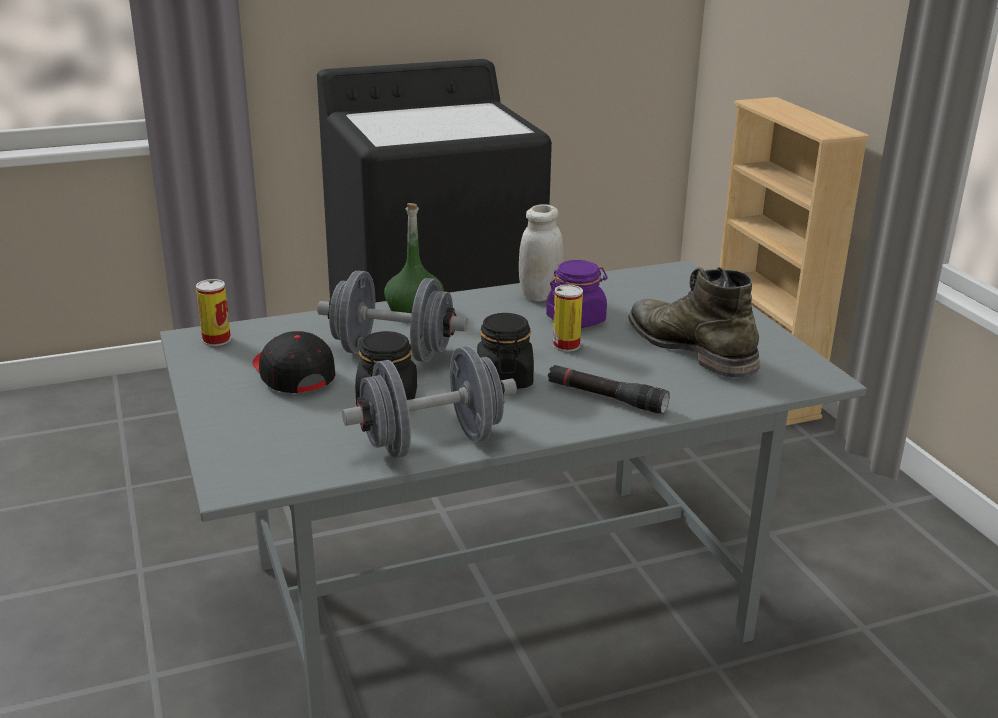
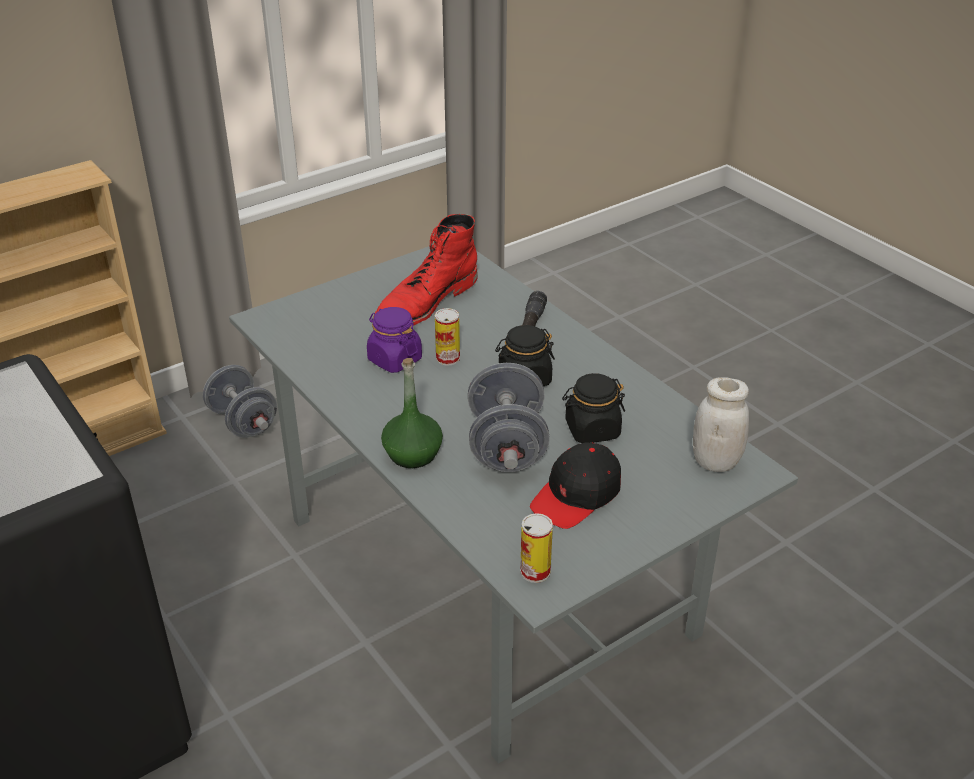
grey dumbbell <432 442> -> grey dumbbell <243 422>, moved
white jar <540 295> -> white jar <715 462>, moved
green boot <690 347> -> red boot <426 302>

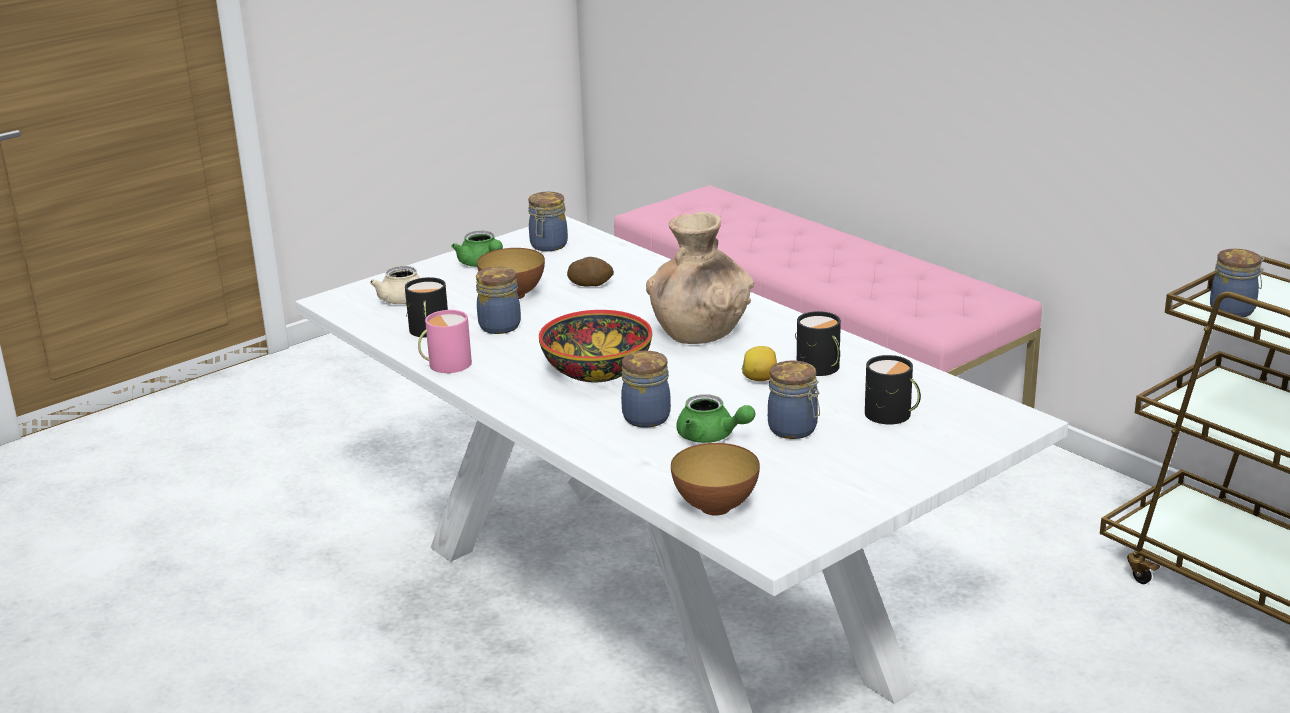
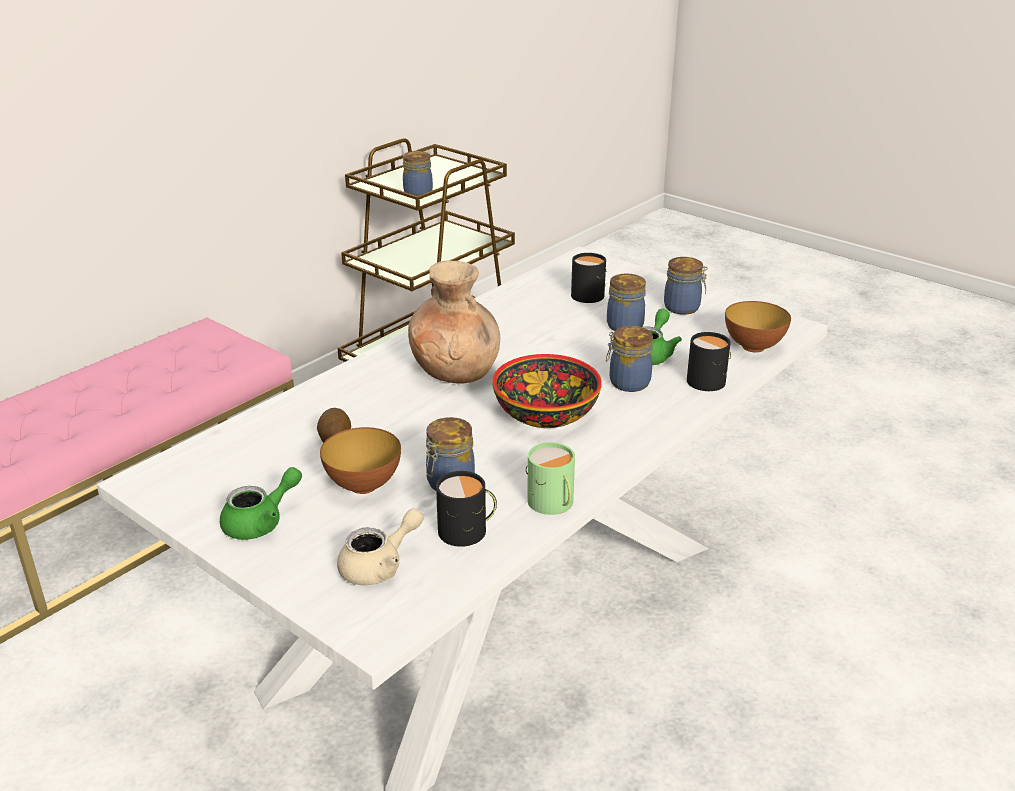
lemon <760 379> -> none
jar <548 246> -> jar <683 308>, moved
black mug <820 368> -> black mug <709 380>, moved
pink mug <445 364> -> green mug <552 503>

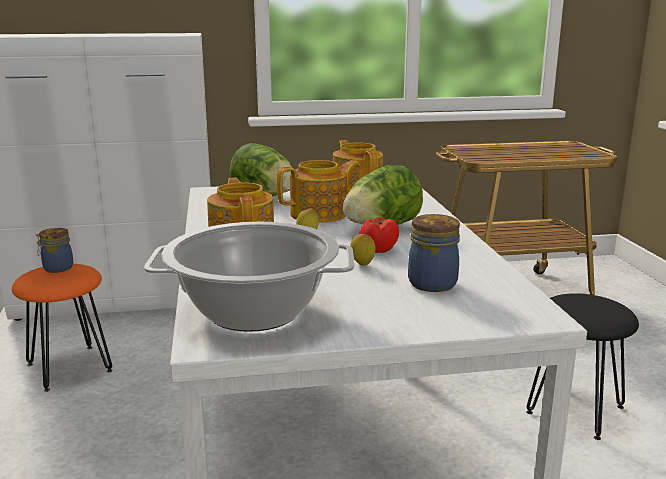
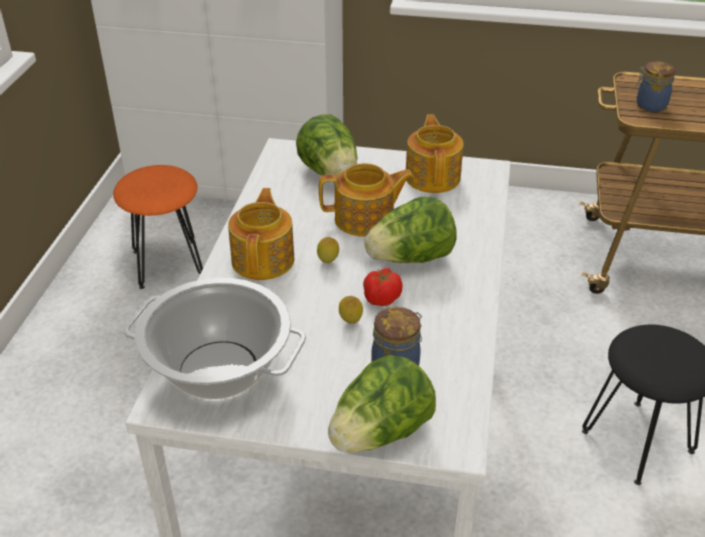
none -> lettuce <380 433>
jar <57 268> -> jar <649 105>, moved

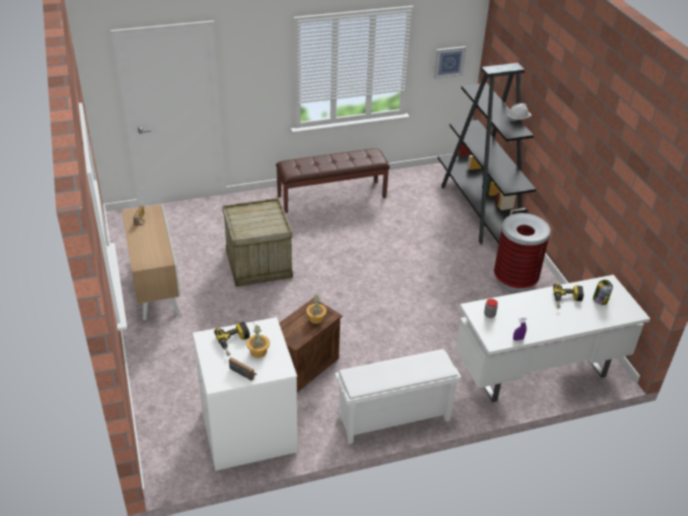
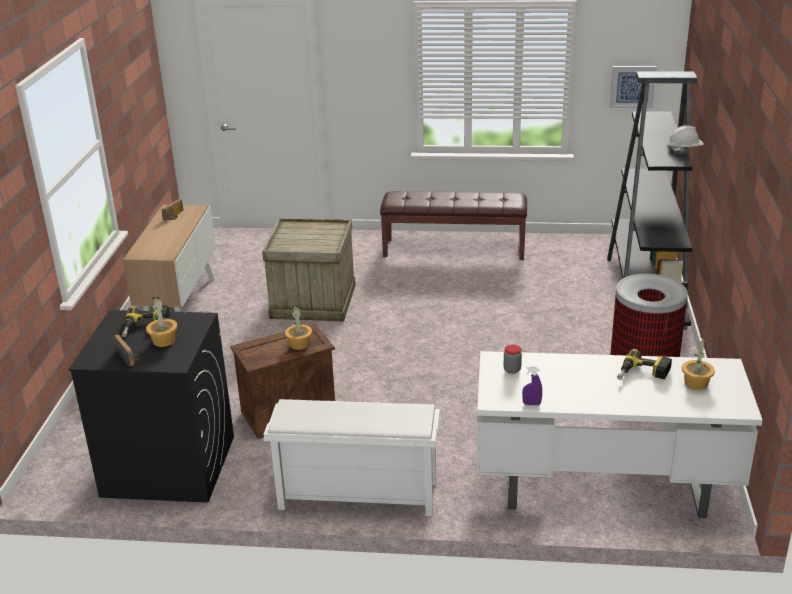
jar <600 299> -> potted plant <695 383>
white washing machine <247 431> -> black washing machine <167 466>

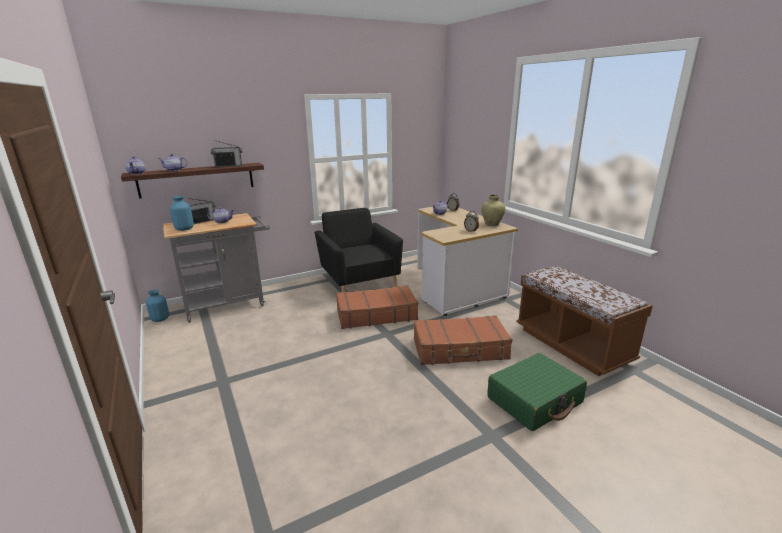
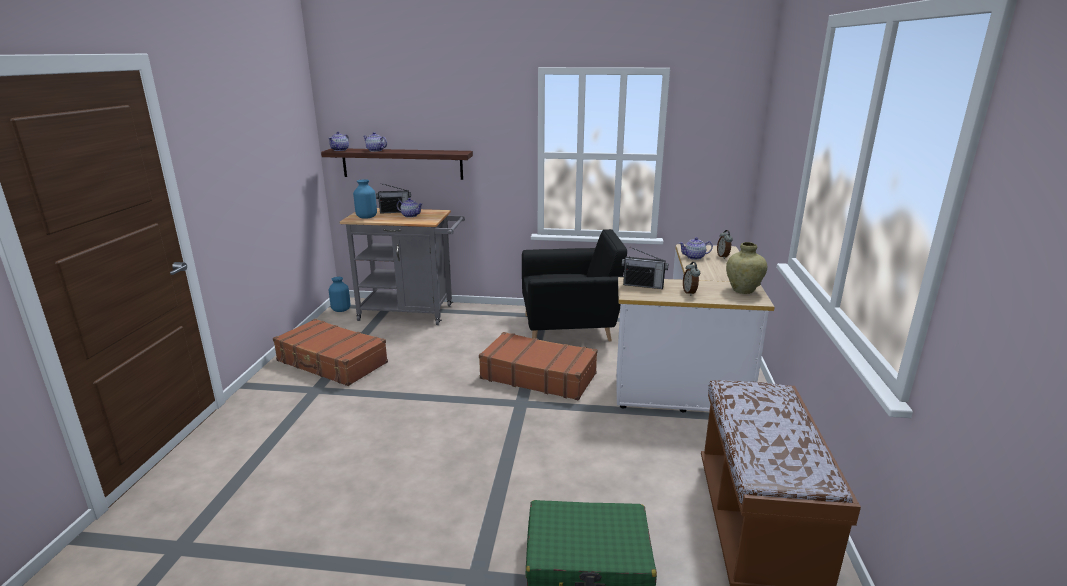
radio <228 166> -> radio <643 285>, moved
brown suitcase <460 349> -> brown suitcase <331 362>, moved
black armchair <359 282> -> black armchair <570 329>, 75 degrees clockwise

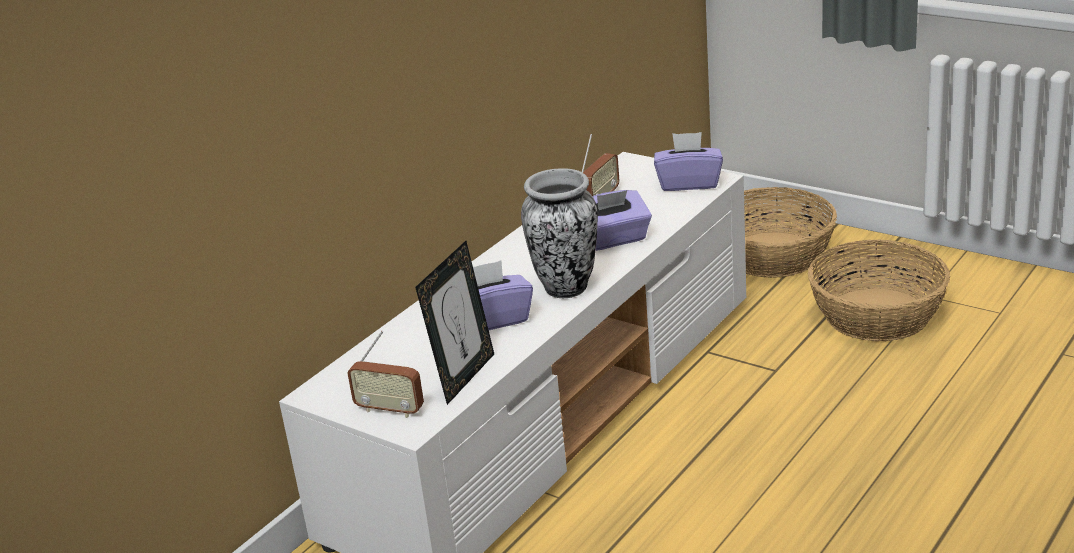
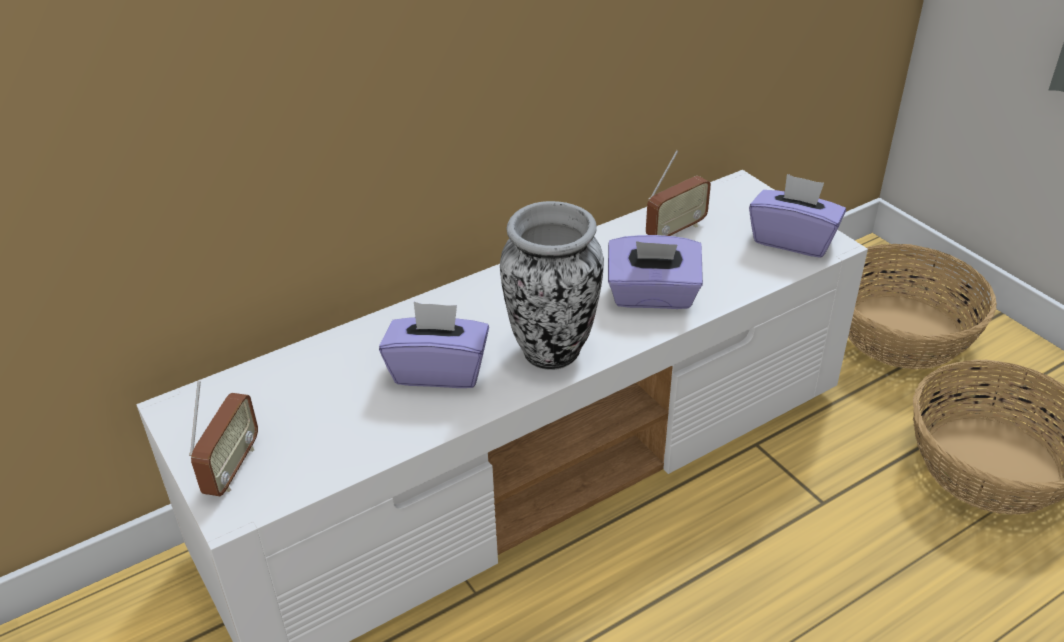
picture frame <464 377> -> none
radio <390 410> -> radio <232 468>, 120 degrees counterclockwise

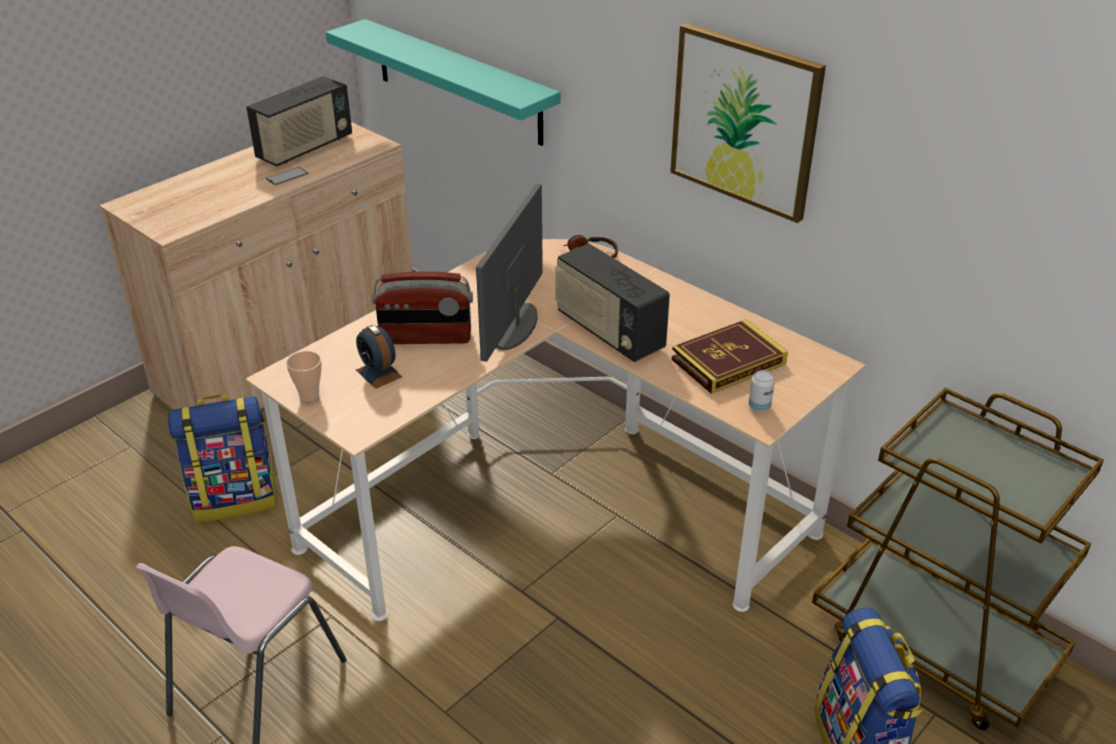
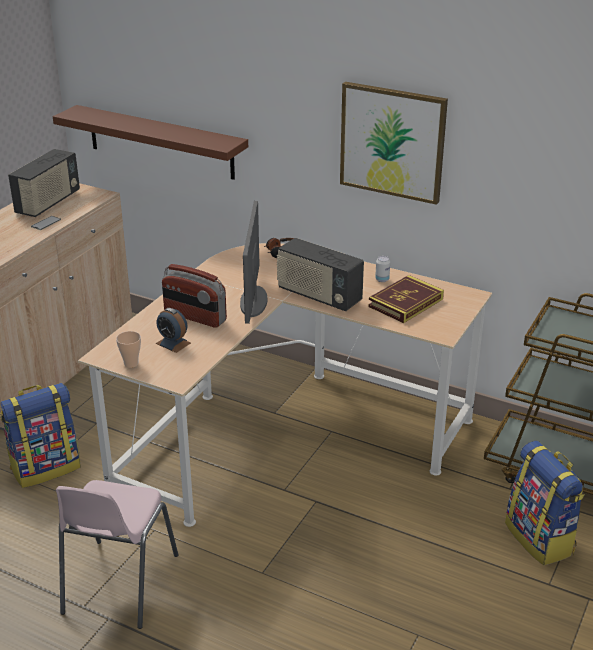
can <759 406> -> can <382 279>, moved
turquoise shelf <458 82> -> brown shelf <160 142>
radio <426 338> -> radio <195 317>, 45 degrees clockwise

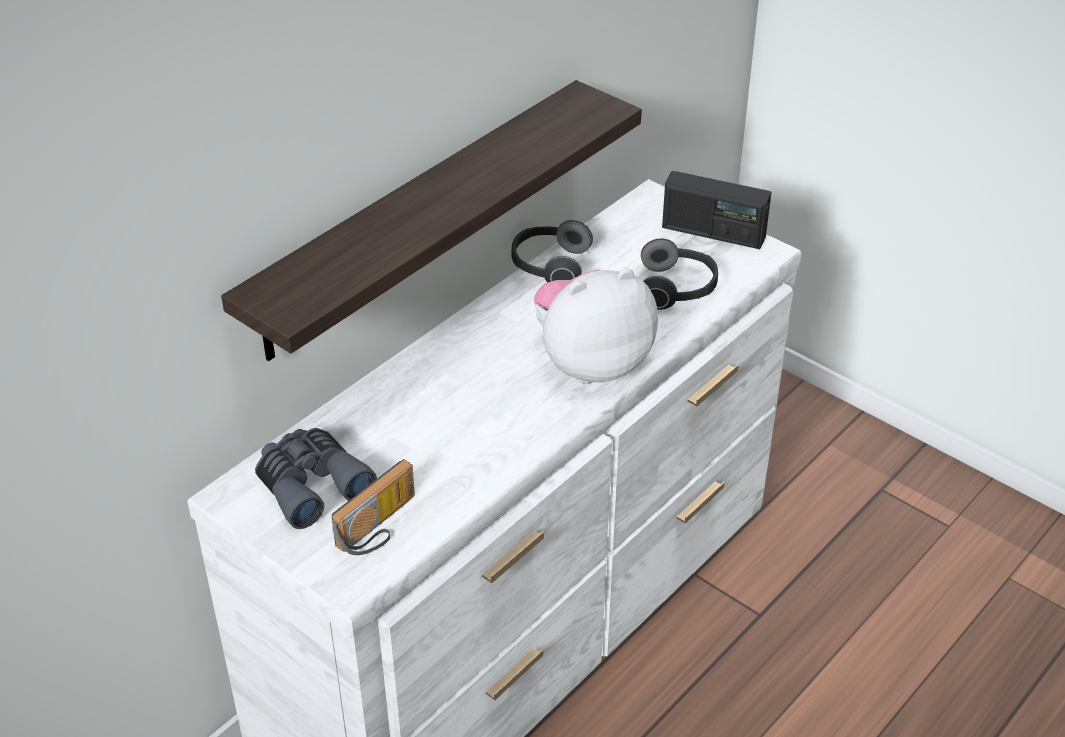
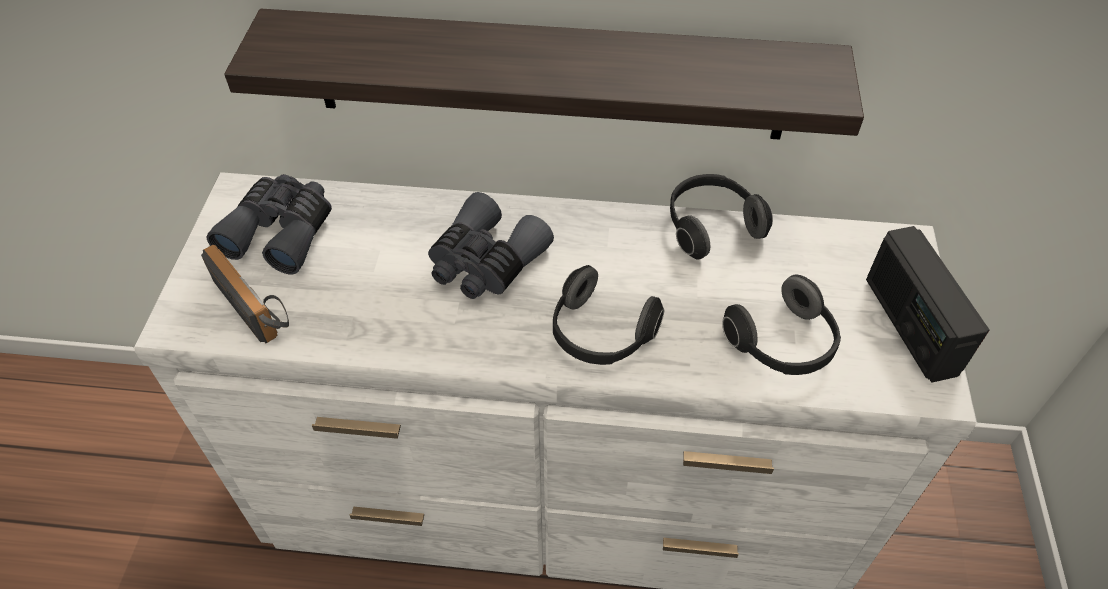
none -> grey binoculars <485 262>
plush toy <591 363> -> headphones <600 335>
radio <380 527> -> radio <257 305>, 135 degrees counterclockwise

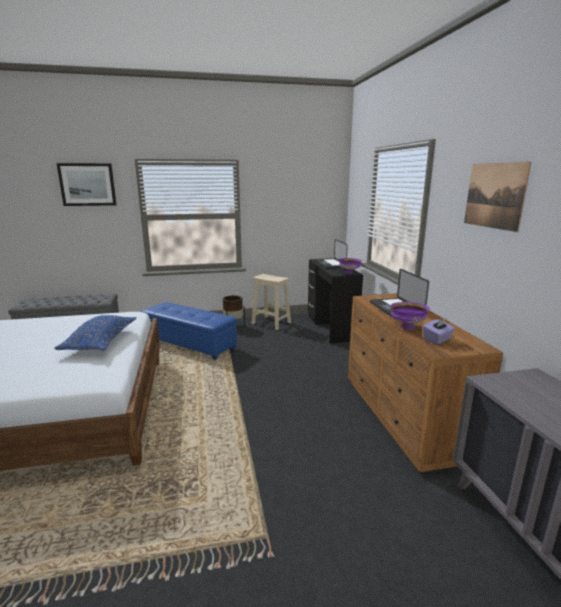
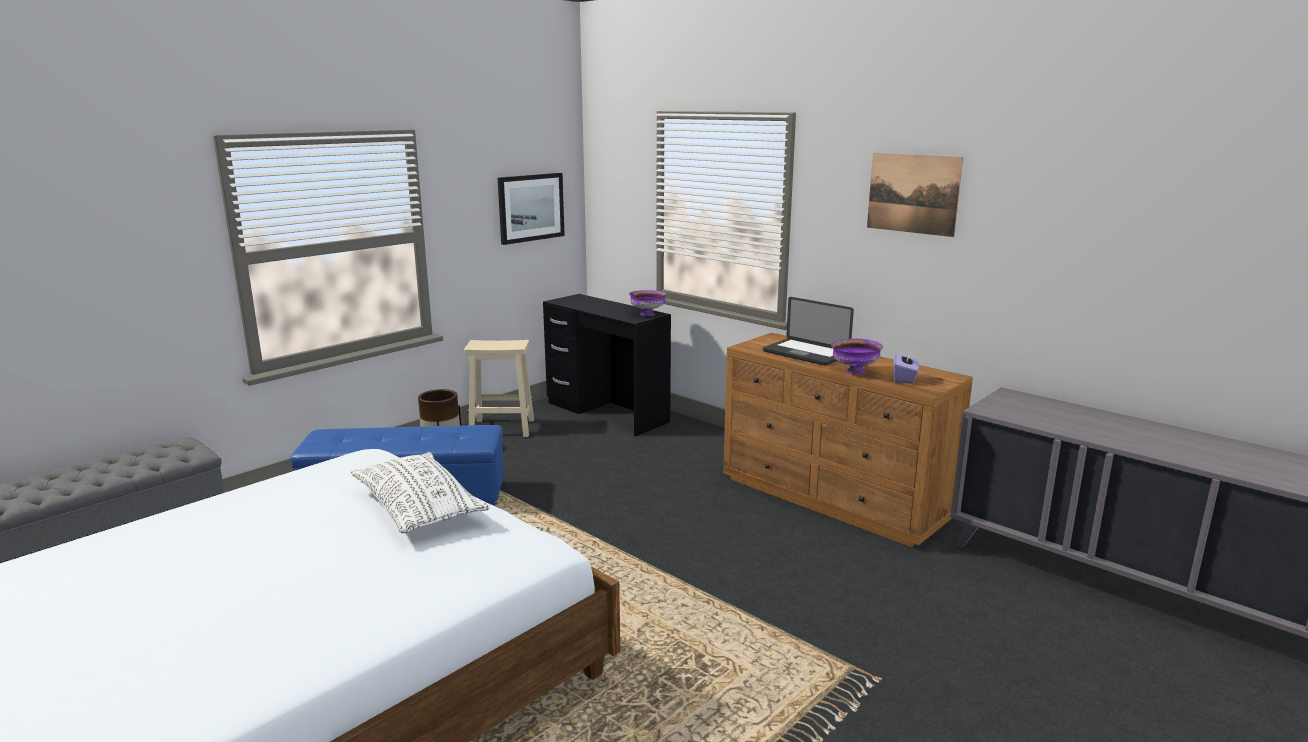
laptop <330 264> -> none
picture <87 184> -> picture <531 207>, moved
blue pillow <101 342> -> white pillow <418 508>

